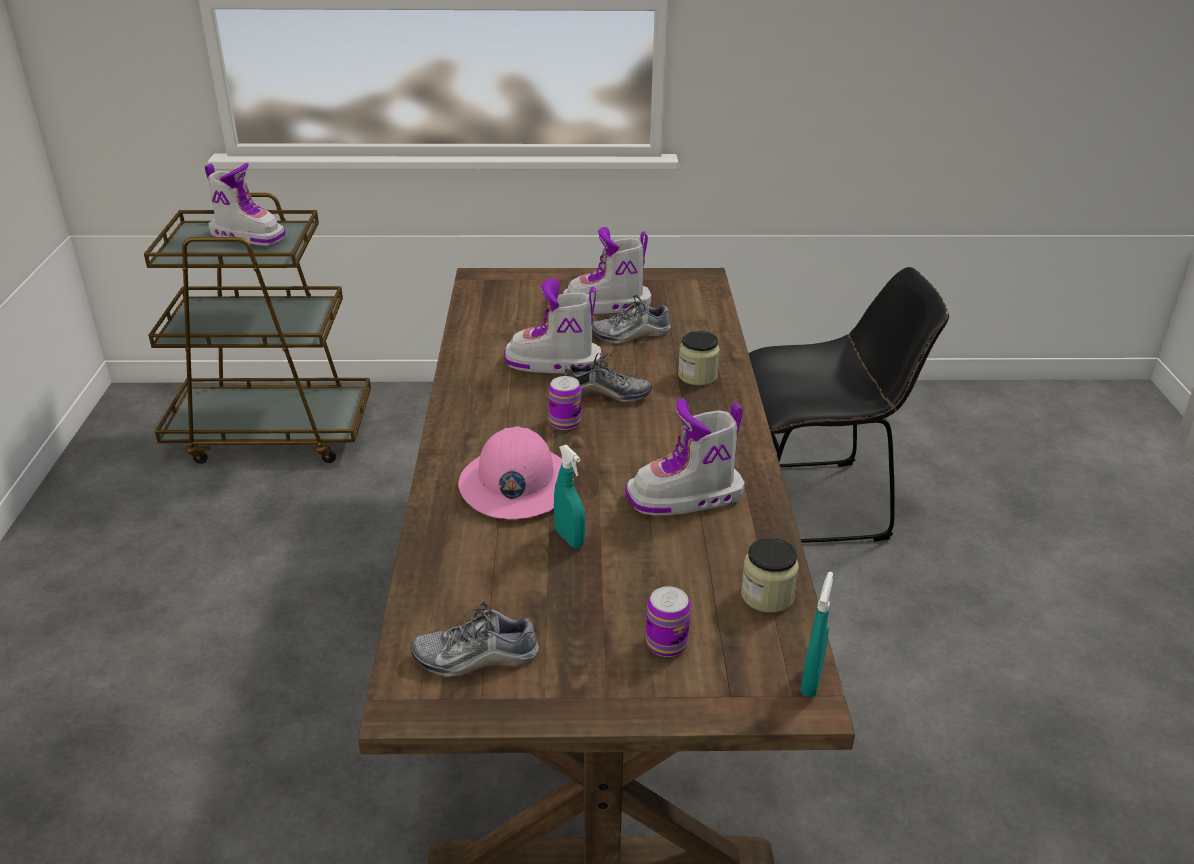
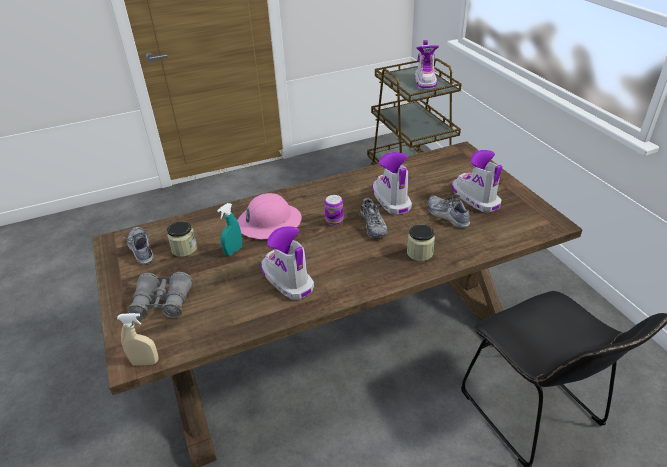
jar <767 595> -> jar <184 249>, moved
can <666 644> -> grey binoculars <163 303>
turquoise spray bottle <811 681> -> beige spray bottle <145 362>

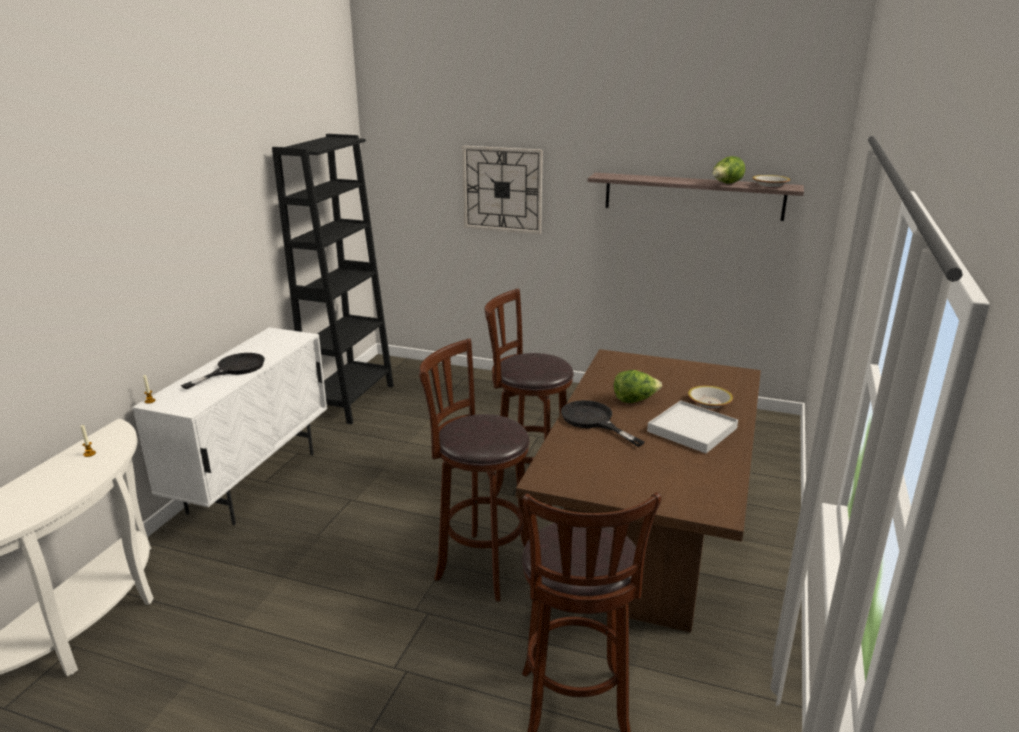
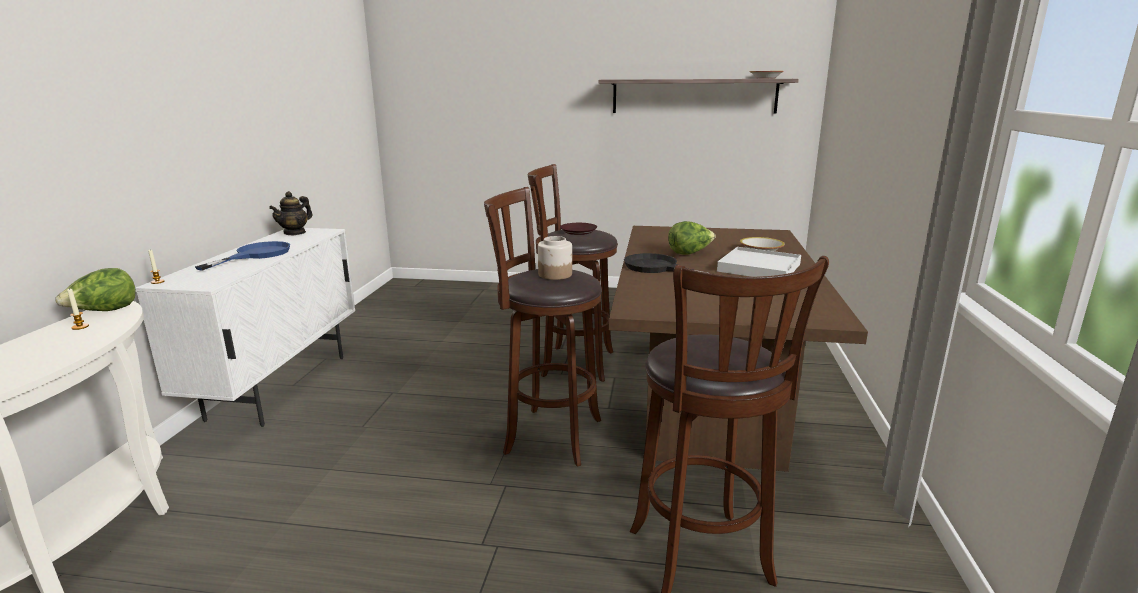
black bookcase <351 400> -> none
wall clock <502 189> -> none
none -> teapot <295 233>
none -> jar <555 274>
none -> brown plate <578 231>
lettuce <726 184> -> lettuce <104 312>, moved
black frying pan <234 369> -> blue frying pan <256 255>

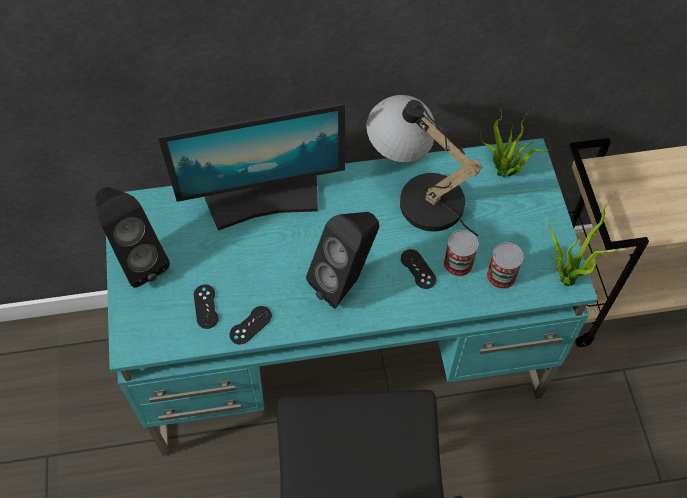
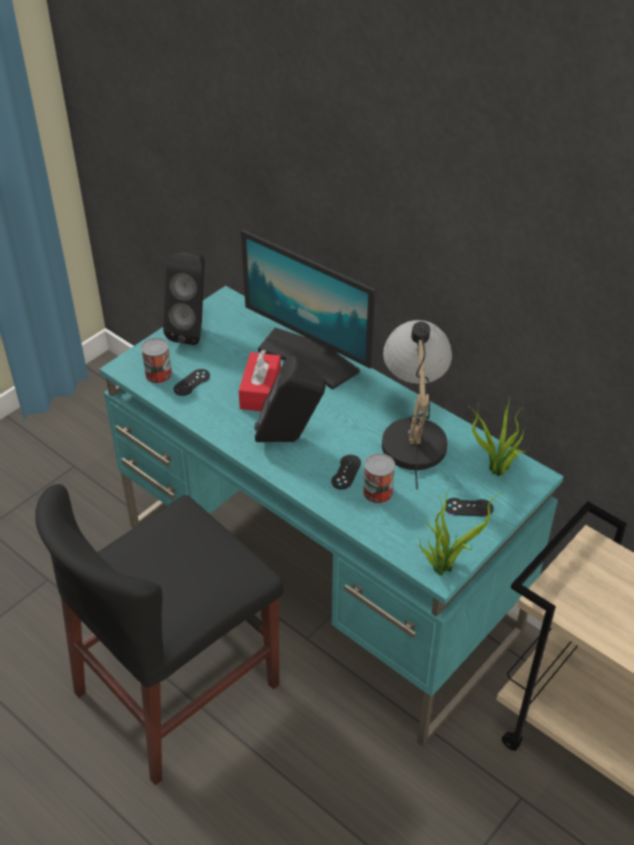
none -> red tissue box <260 391>
black game controller <250 325> -> black game controller <468 507>, moved
can <501 276> -> can <158 374>, moved

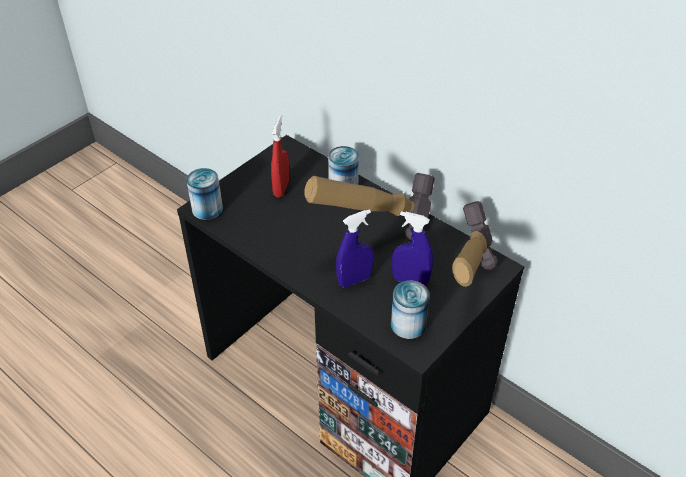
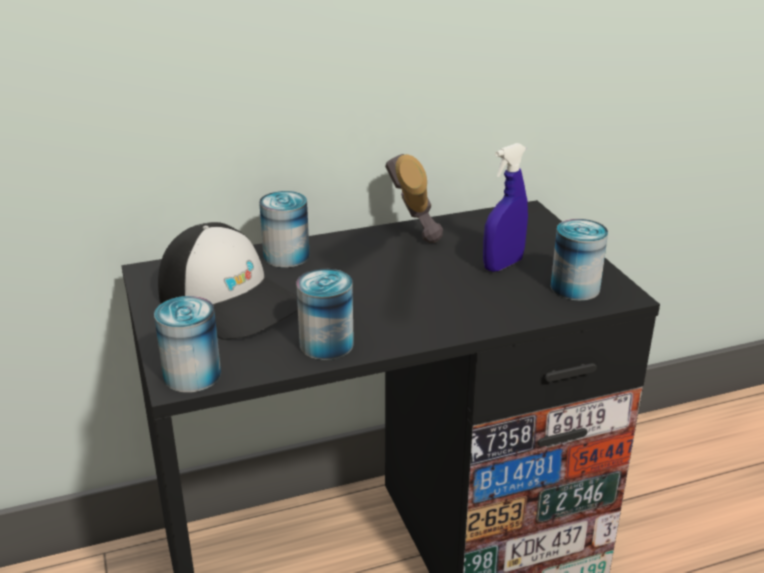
blue spray bottle <354 280> -> none
hammer <461 290> -> none
none -> can <326 344>
red spray bottle <281 188> -> cap <230 300>

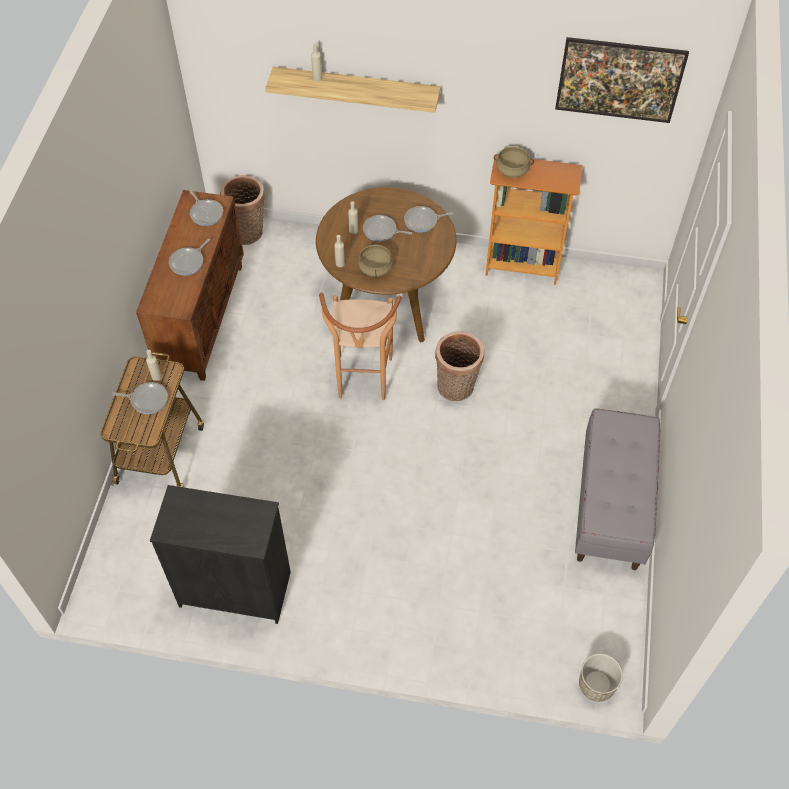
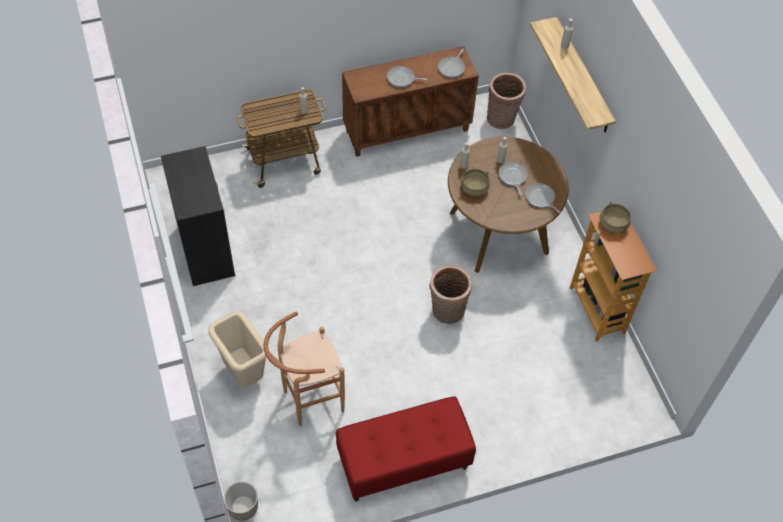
frying pan <147 399> -> none
picture <615 97> -> none
none -> beige trash can <244 373>
brown stool <363 383> -> brown stool <307 402>, moved
grey bench <611 505> -> red bench <403 462>

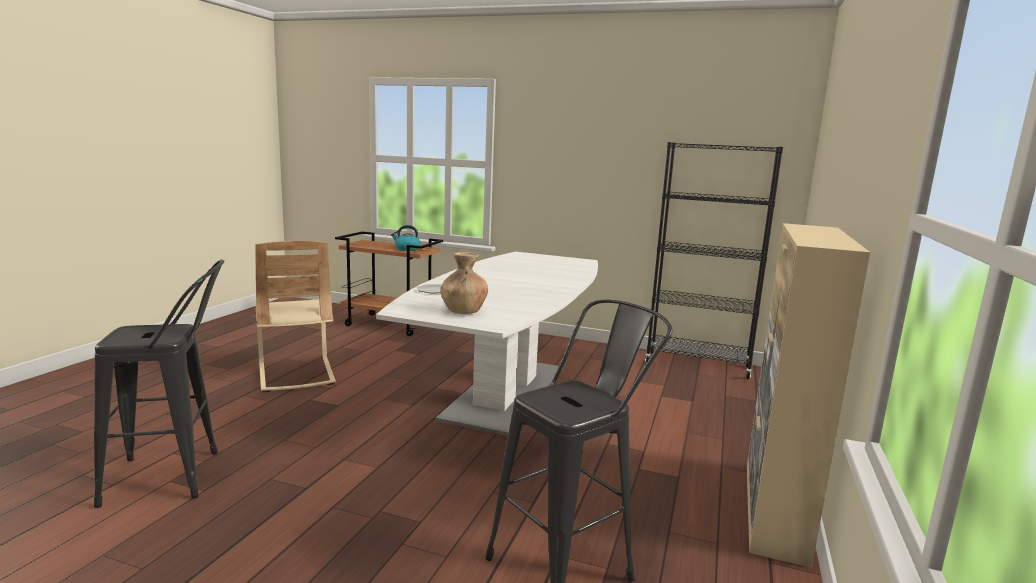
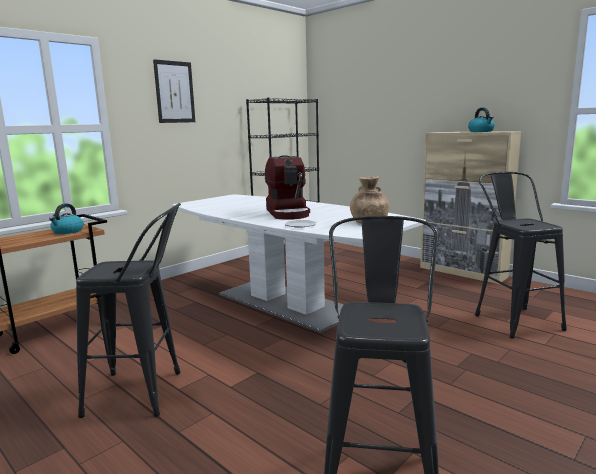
none -> picture <174 92>
none -> coffee machine <288 213>
none -> kettle <481 131>
beige chair <296 374> -> black stool <144 393>

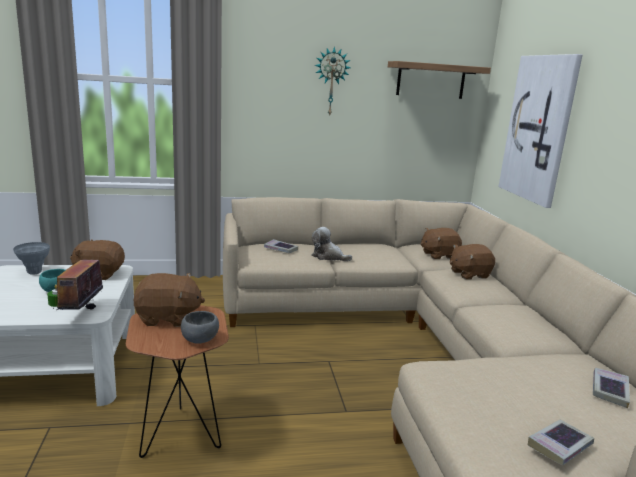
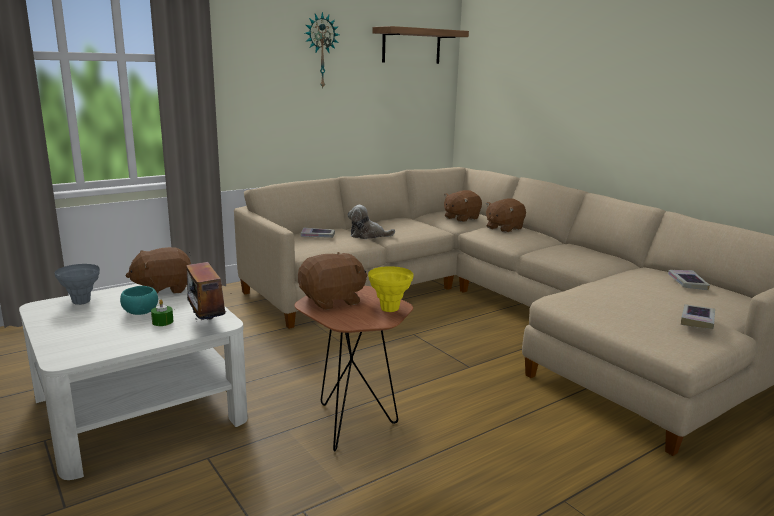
picture <539 129> -> none
grey bowl <201 339> -> yellow vase <389 309>

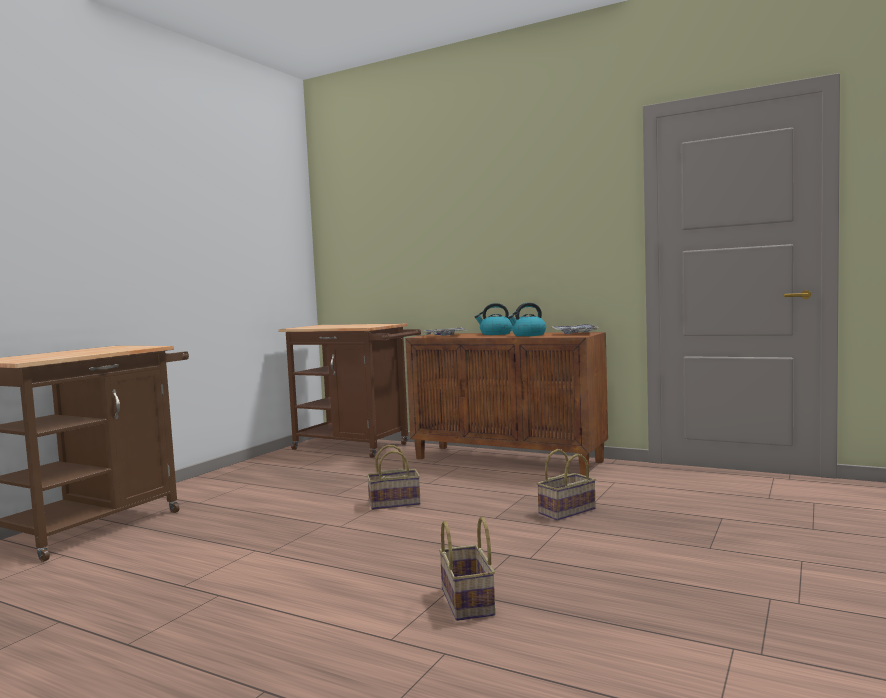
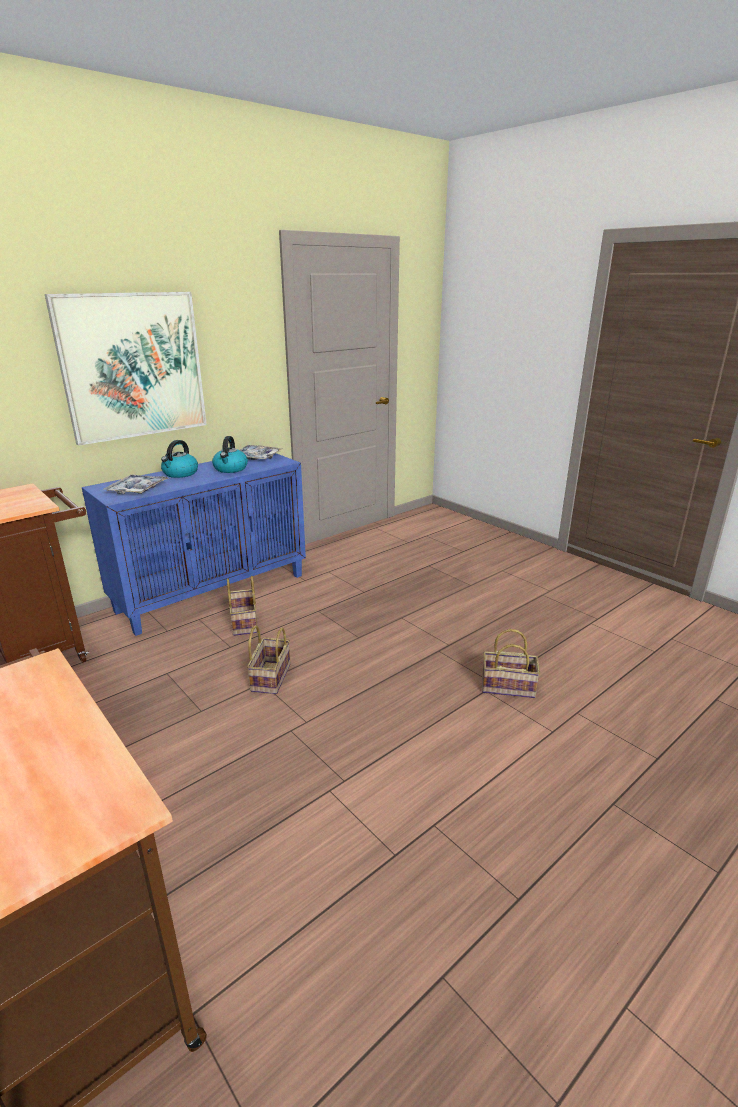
none -> picture <133 366>
basket <566 512> -> basket <245 623>, moved
brown cabinet <508 460> -> blue cabinet <213 592>

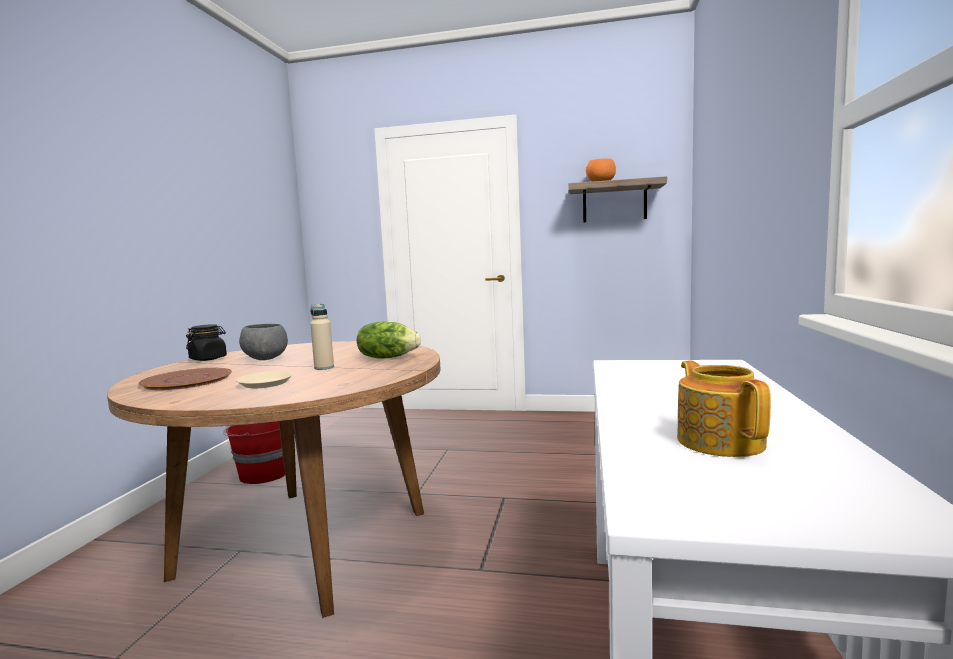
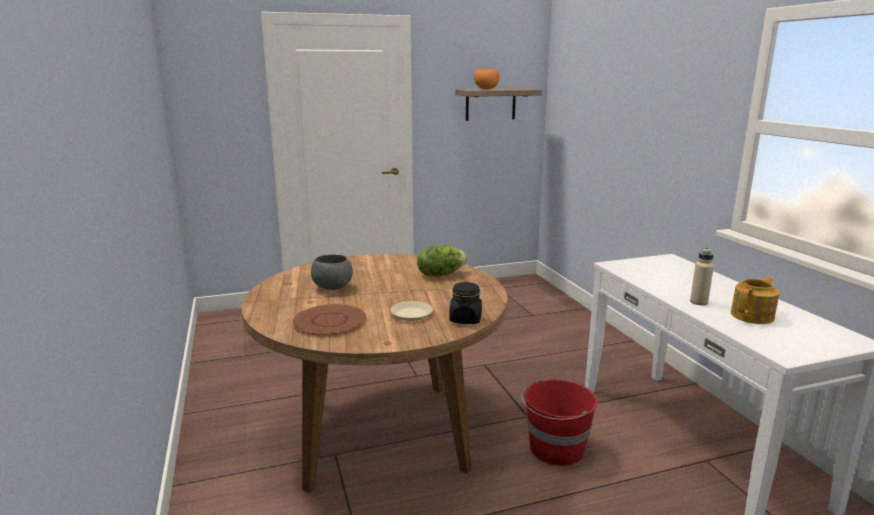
black jar <208 358> -> black jar <465 319>, moved
red bucket <263 474> -> red bucket <556 449>, moved
beige bottle <324 368> -> beige bottle <698 302>, moved
teapot <720 441> -> teapot <753 316>, 90 degrees clockwise

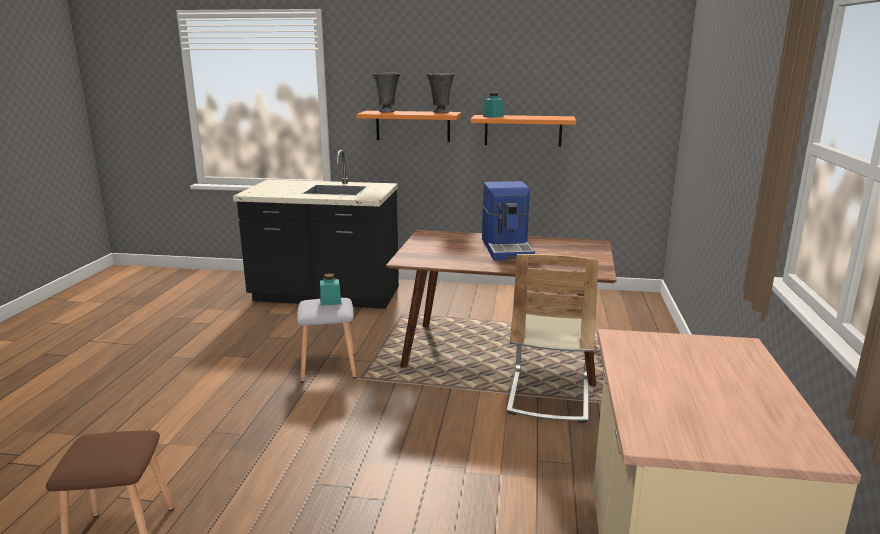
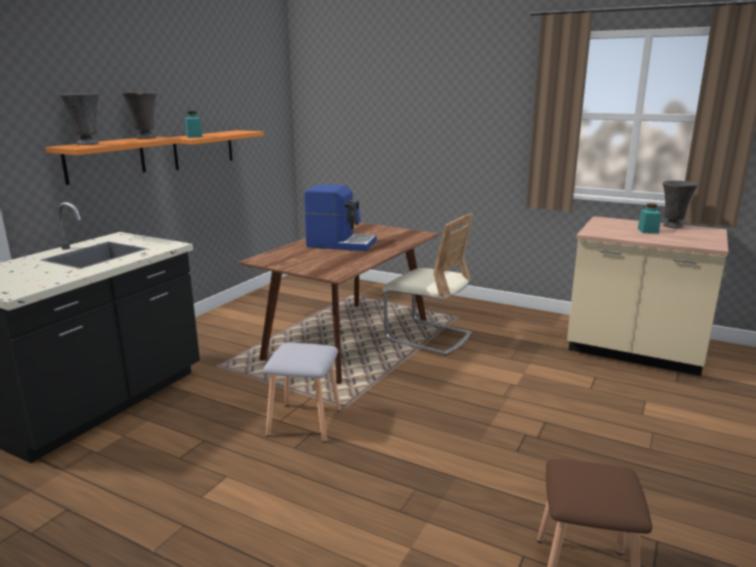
none -> grey vase <673 226>
turquoise jar <330 302> -> turquoise jar <648 231>, moved

